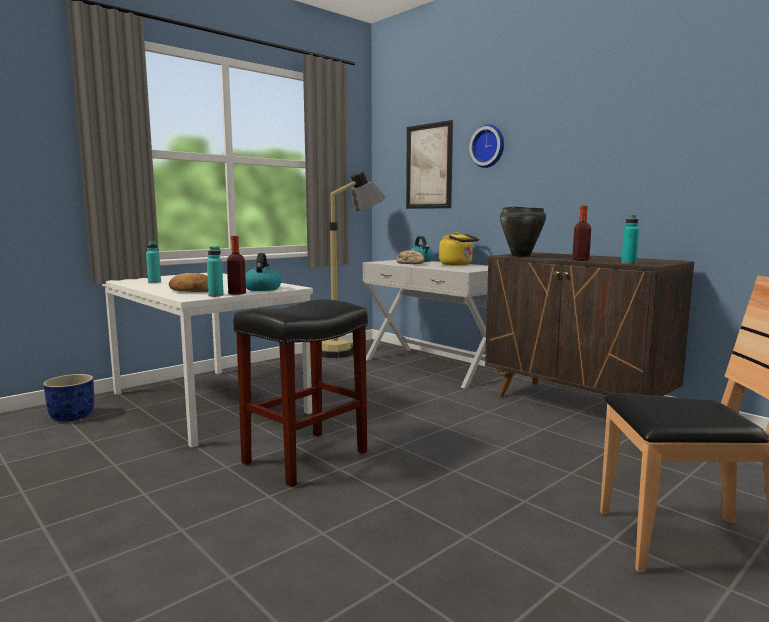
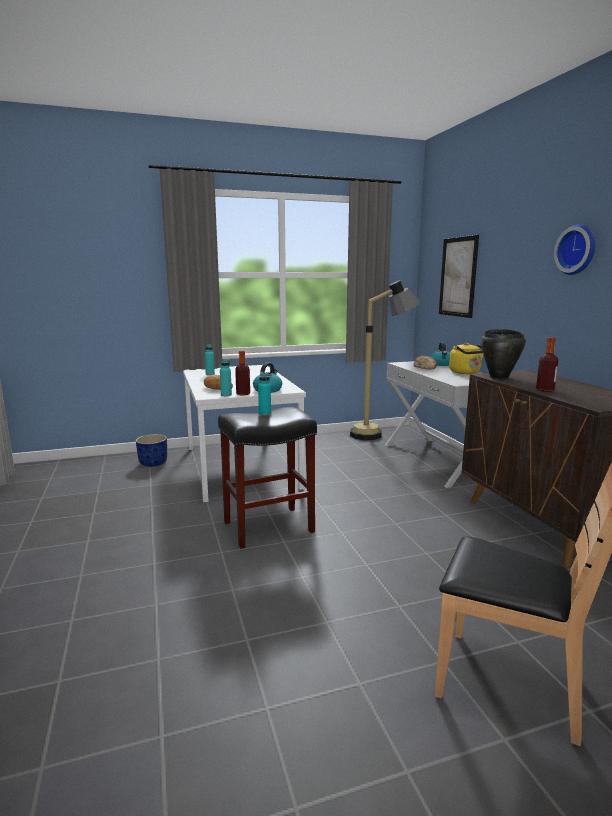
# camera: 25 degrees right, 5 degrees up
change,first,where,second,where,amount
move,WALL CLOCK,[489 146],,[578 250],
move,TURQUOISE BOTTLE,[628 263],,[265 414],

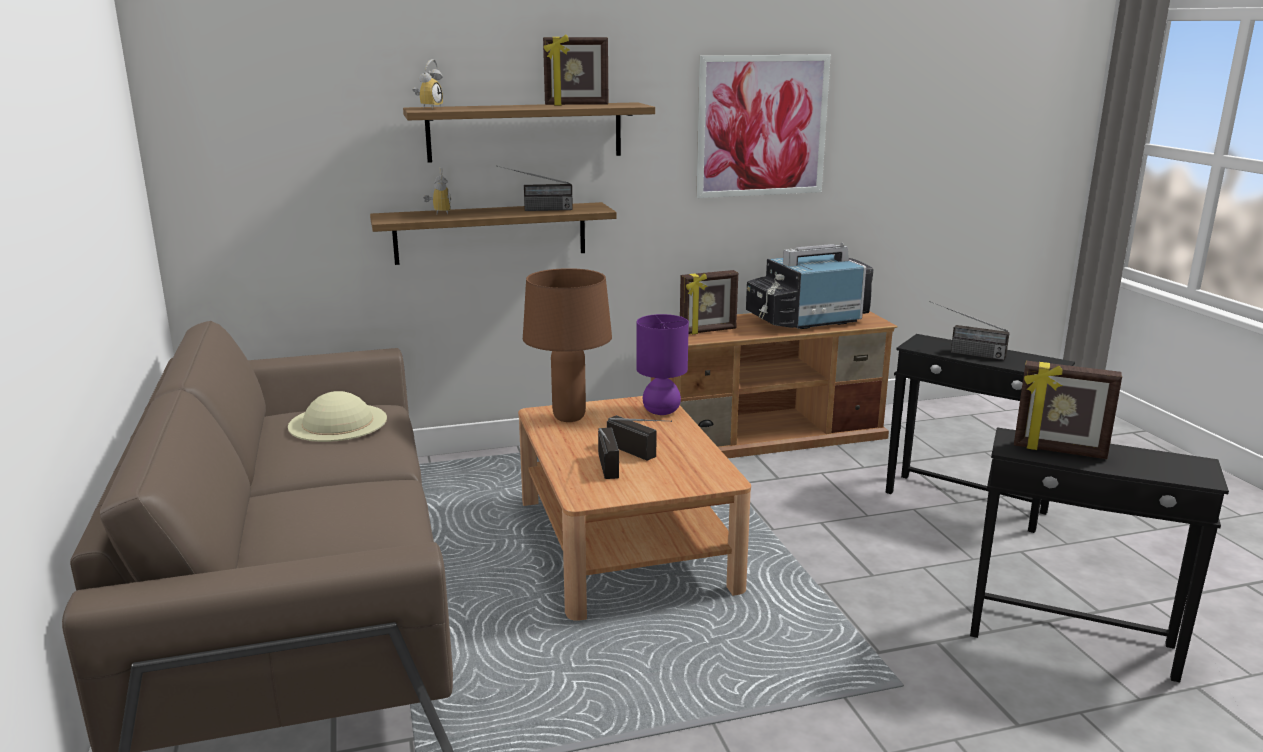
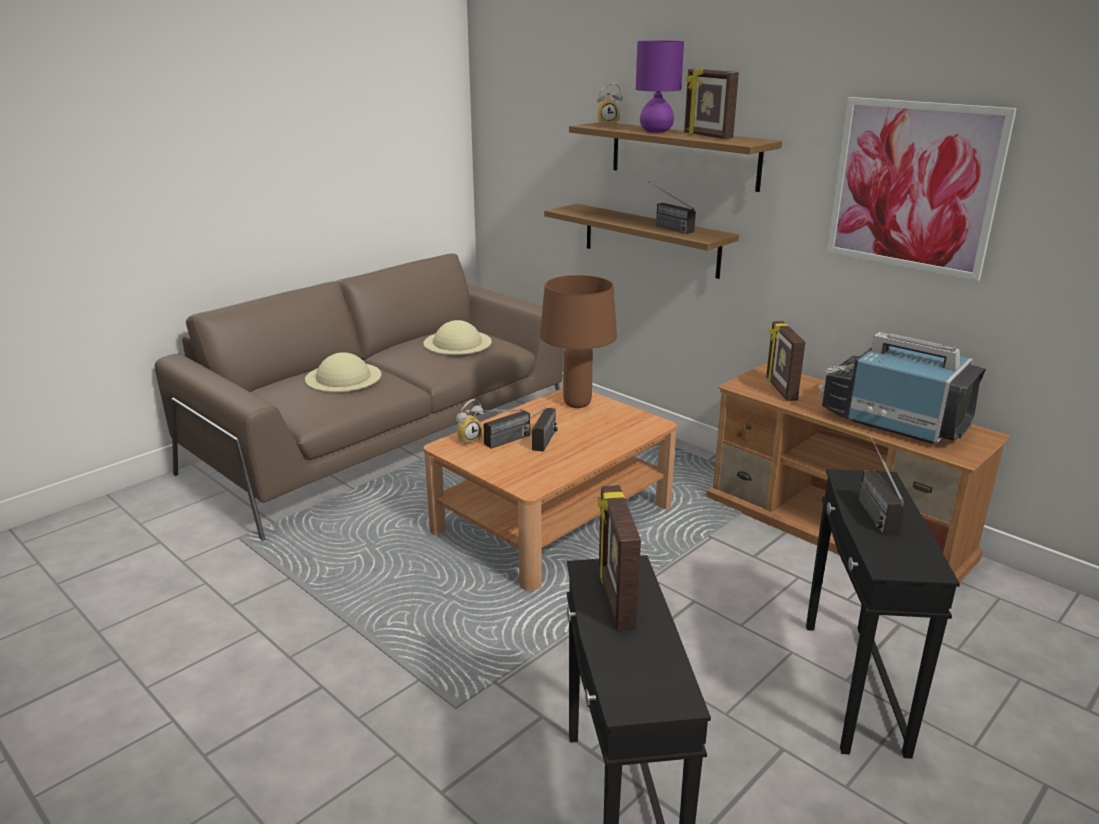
# camera: 60 degrees right, 5 degrees up
change,first,where,second,where,amount
move,ALARM CLOCK,[438 213],,[468 439],
move,PURPLE TABLE LAMP,[662 411],,[656 131],
rotate,PICTURE FRAME,[708 331],,[780 389],45 degrees clockwise
insert,,,BEIGE HAT,[343 377],

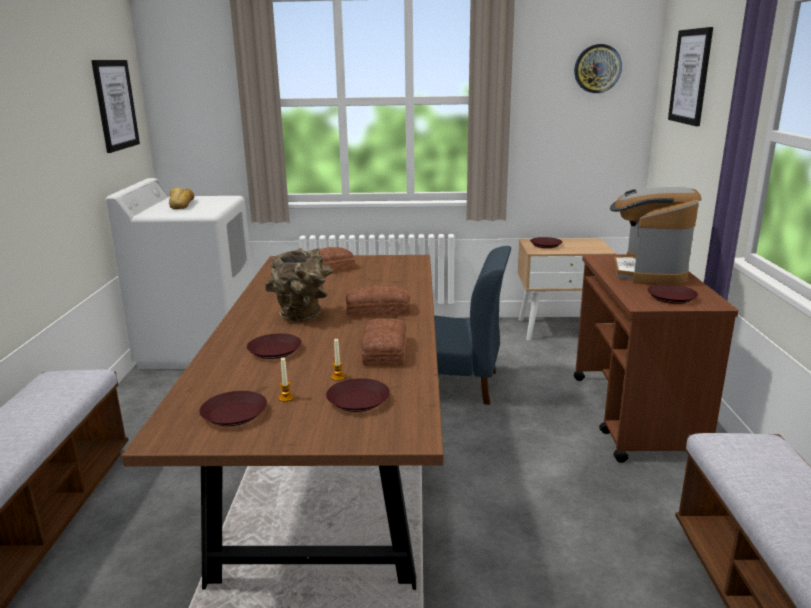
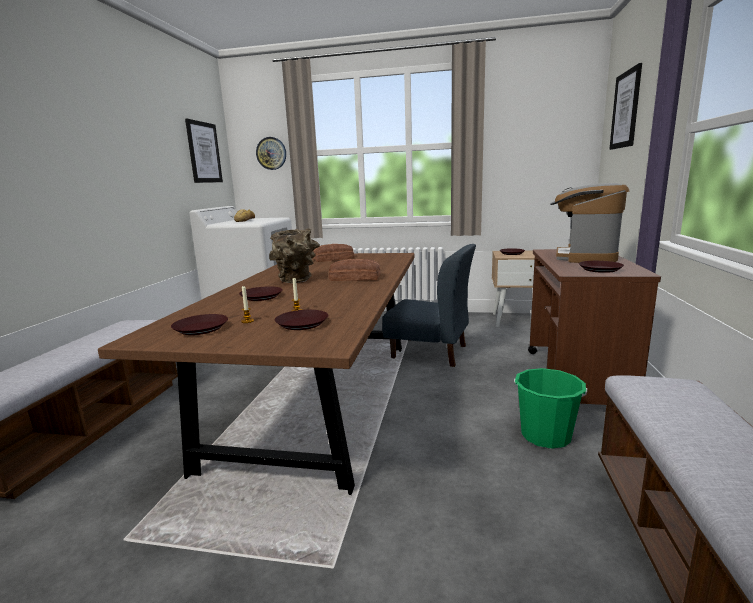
# camera: 10 degrees right, 5 degrees down
change,first,where,second,where,amount
delete,BREAD,[383 351],,,
move,WALL CLOCK,[597 68],,[271 153],
insert,,,GREEN BUCKET,[545 436],

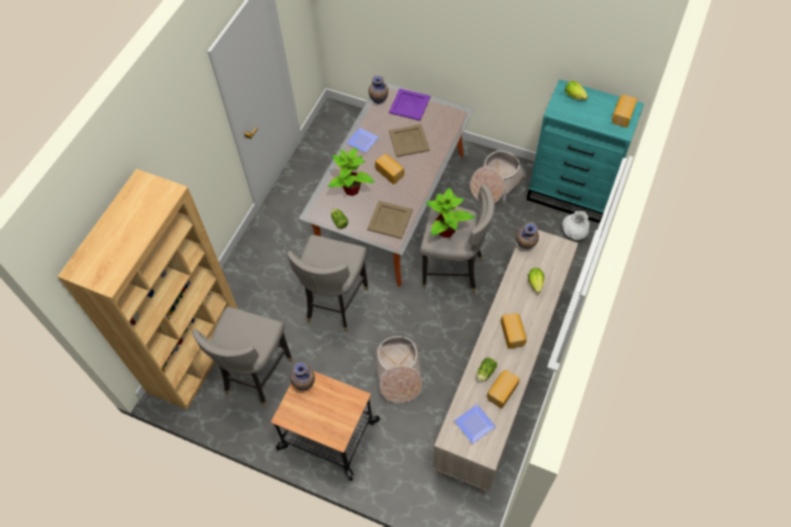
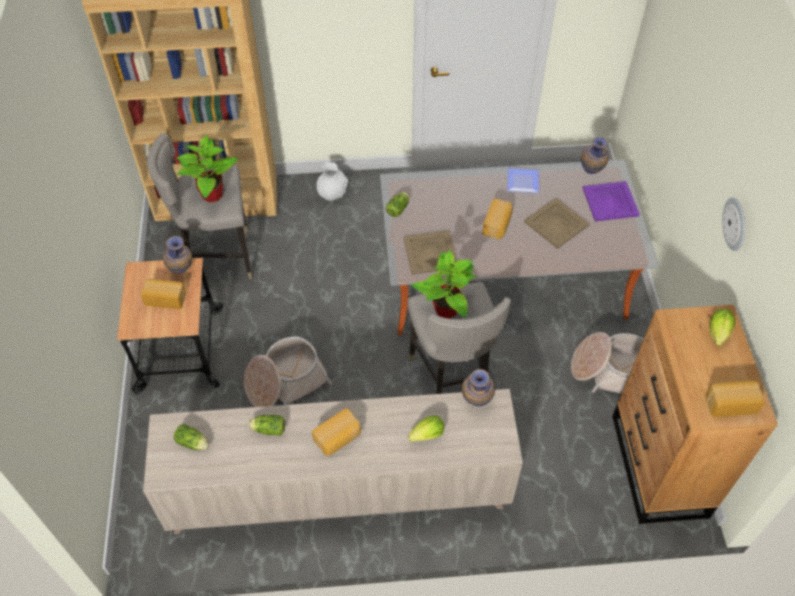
# camera: 60 degrees right, 5 degrees down
change,first,where,second,where,amount
delete,GREY STOOL,[335 304],,,
move,POTTED PLANT,[351 190],,[211 195],
replace,PLATE,[473 424],LETTUCE,[193 443],
move,BREAD,[501 391],,[166 298],
recolor,TURQUOISE DRESSER,[571 195],BROWN DRESSER,[659 466],
move,WHITE VASE,[574 233],,[332 193],
insert,,,WALL CLOCK,[735 224],

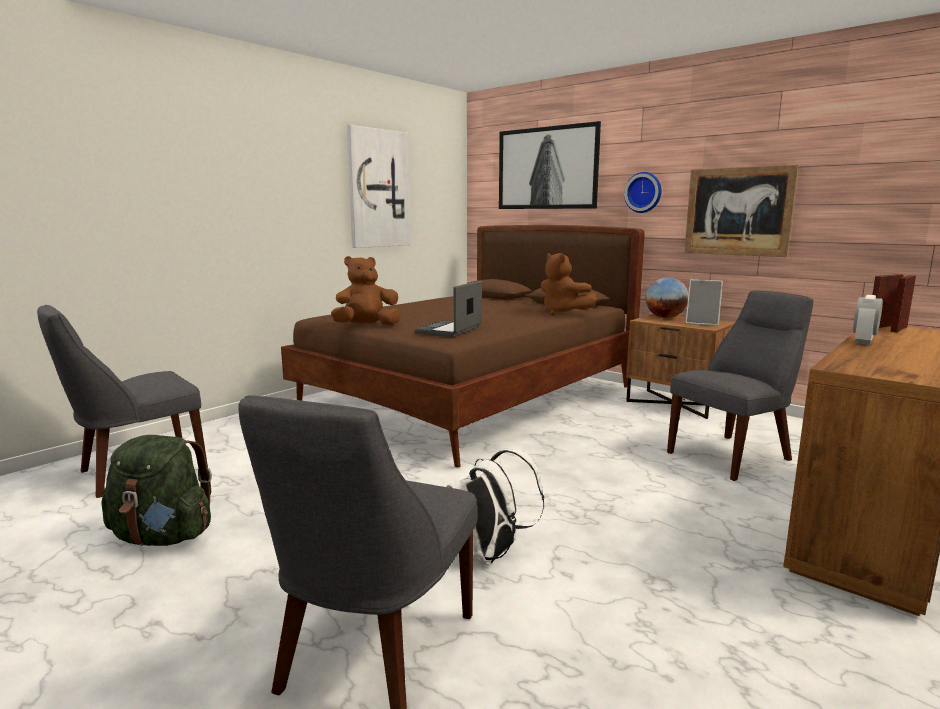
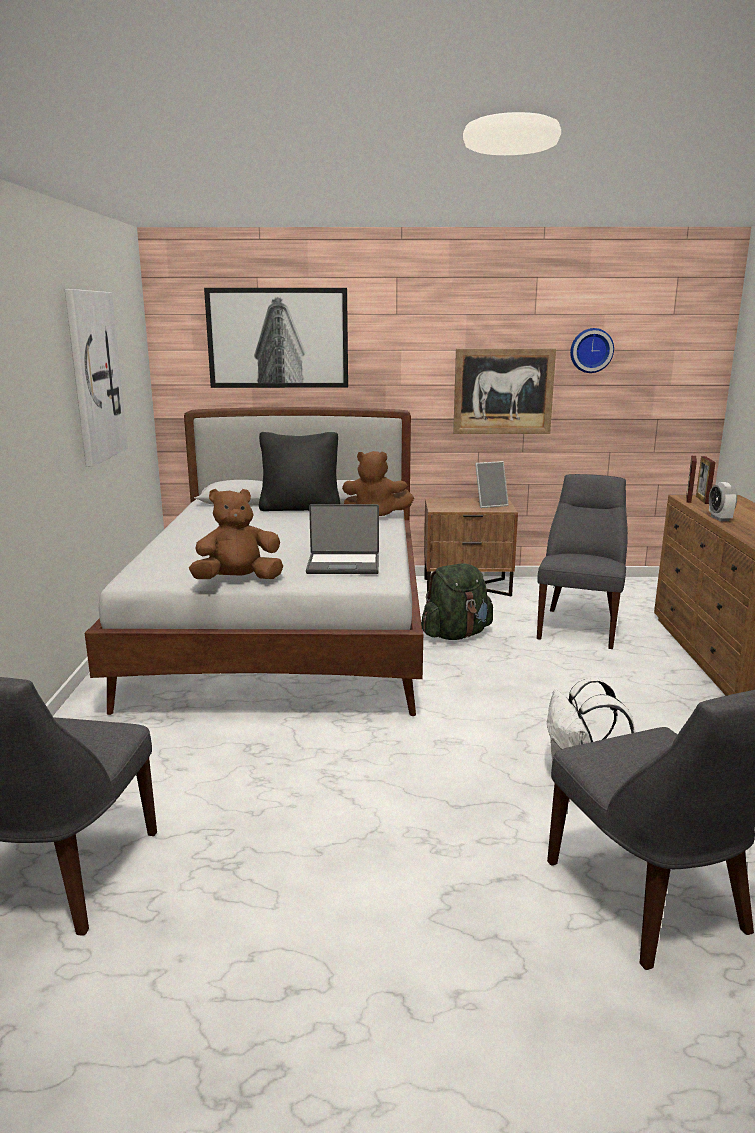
# camera: 40 degrees left, 5 degrees up
change,first,where,second,where,amount
move,GREEN BACKPACK,[163 537],,[456 635],
recolor,BROWN BED,[473 399],WHITE BED,[287 634],
rotate,BROWN PLUSH TOY,[366 326],,[238 580],45 degrees clockwise
rotate,LAPTOP,[450 330],,[343 565],75 degrees counterclockwise
move,WALL CLOCK,[644 192],,[591 350],
delete,GLOBE,[665 317],,,
insert,,,BLACK PILLOW,[300 508],

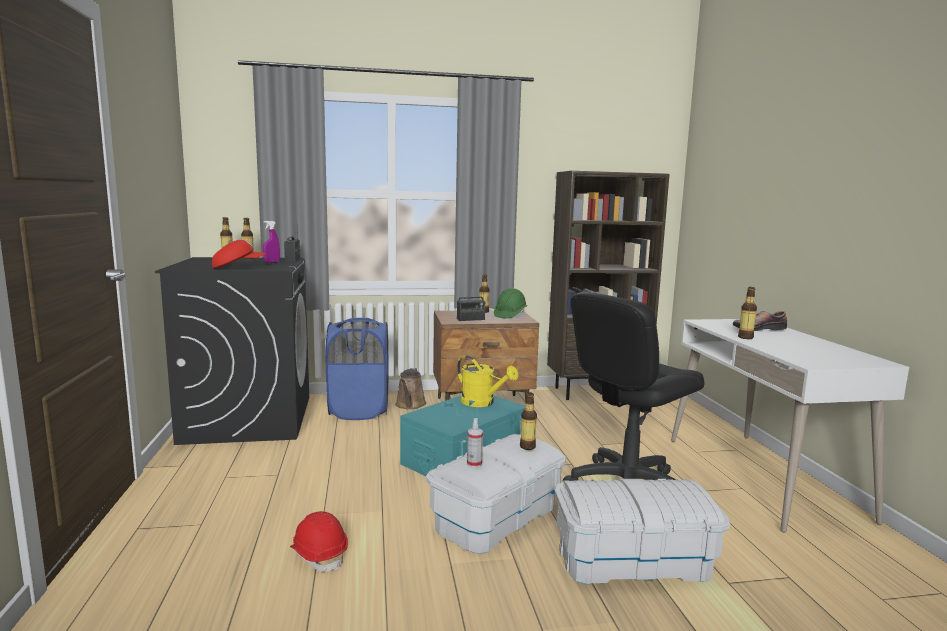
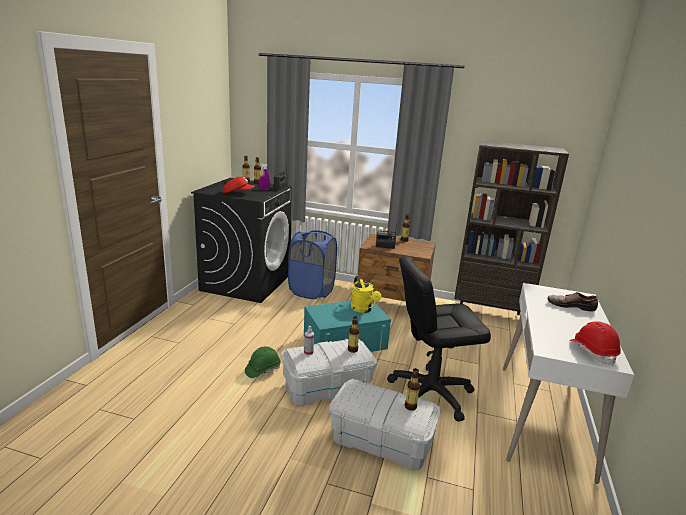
# camera: 25 degrees right, 10 degrees up
change,first,where,second,where,amount
move,RED HARD HAT,[319 554],,[593 351],
delete,BROWN WATERING CAN,[410 405],,,
move,GREEN HARD HAT,[510 315],,[262 369],
move,BOTTLE,[745 337],,[410 406],

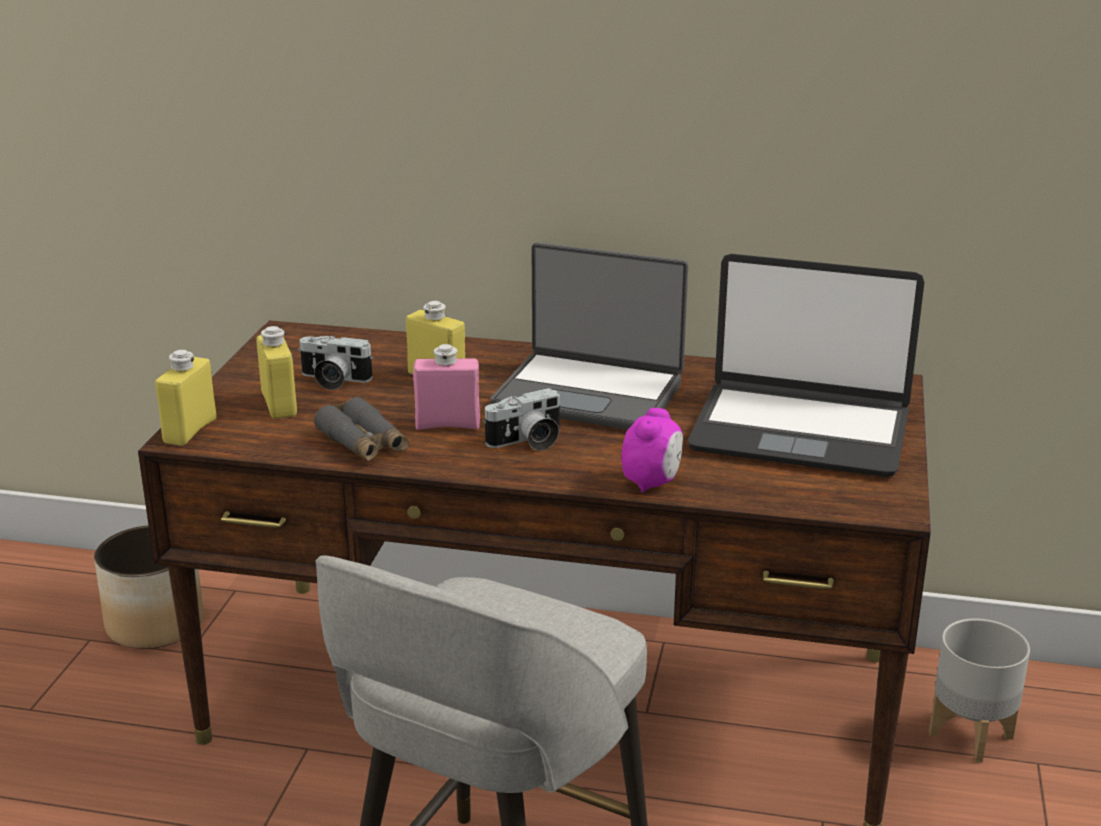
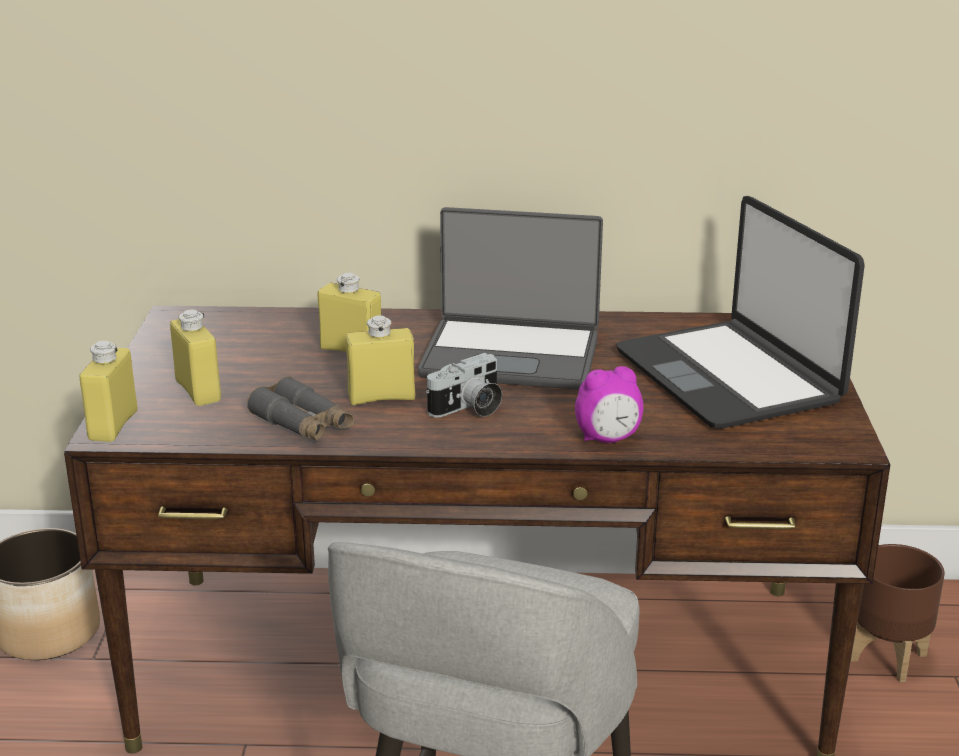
# camera: 10 degrees left, 0 degrees up
change,first,where,second,where,amount
delete,PHOTO CAMERA,[333 380],,,
recolor,PINK BOTTLE,[448 425],YELLOW BOTTLE,[381 398],
rotate,ALARM CLOCK,[652 483],,[608 439],60 degrees clockwise
rotate,LAPTOP,[800 431],,[729 376],60 degrees clockwise
recolor,GREY PLANTER,[971 735],BROWN PLANTER,[888 656],

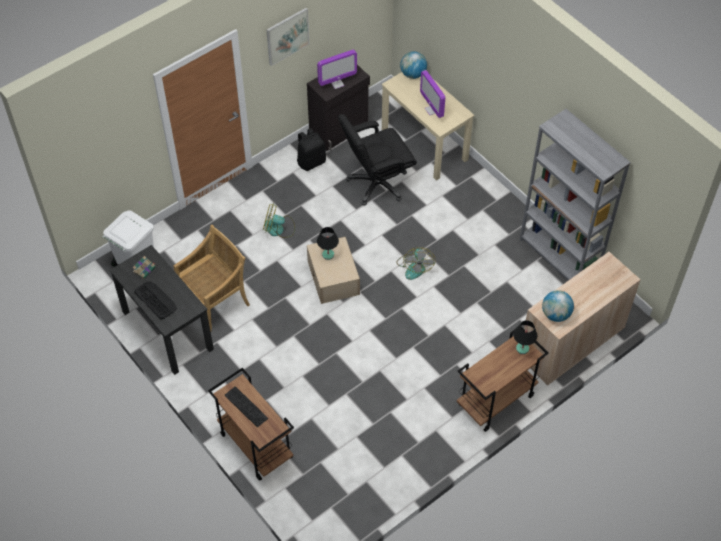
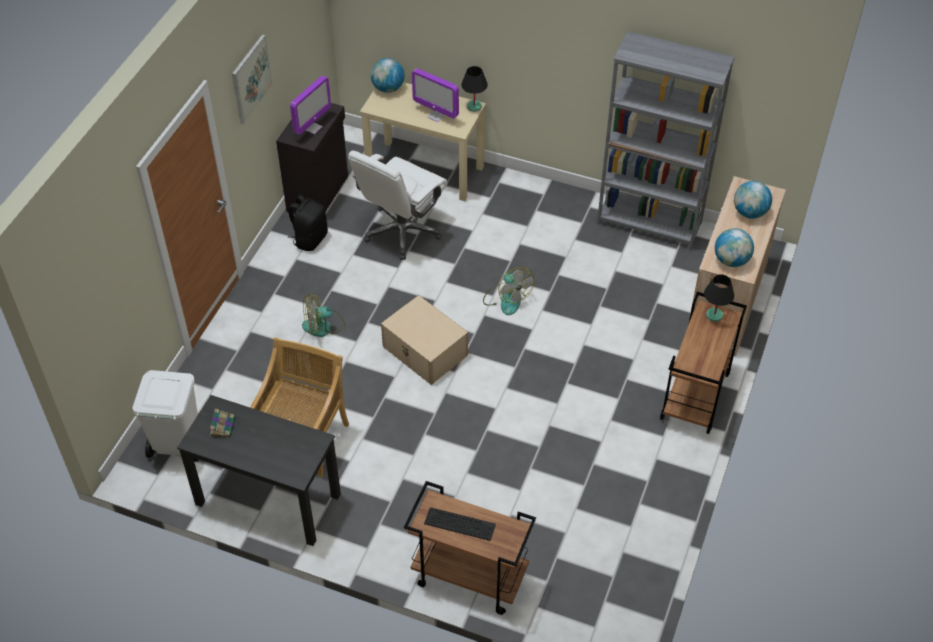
# camera: 30 degrees left, 5 degrees down
change,first,where,second,where,amount
delete,KEYBOARD,[155 300],,,
move,BLACK TABLE LAMP,[328 255],,[474 107],
recolor,BLACK OFFICE CHAIR,[377 184],WHITE OFFICE CHAIR,[402 231],
insert,,,GLOBE,[749 213],

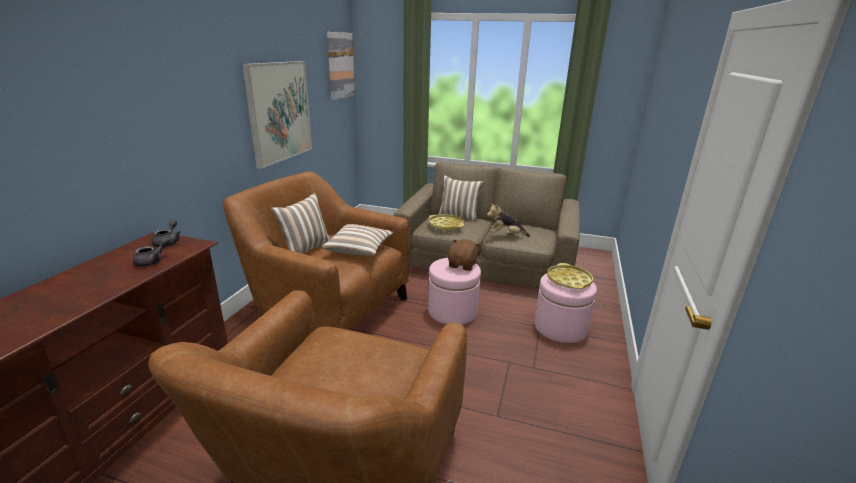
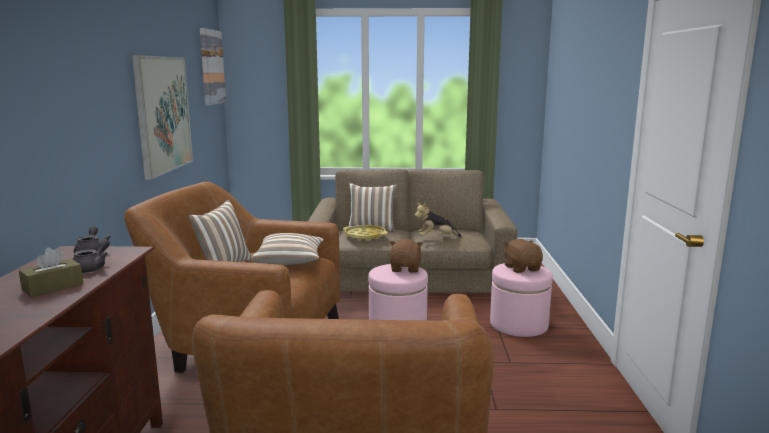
# camera: 15 degrees left, 10 degrees down
change,first,where,second,where,amount
replace,YELLOW TRAY,[568 280],BROWN PLUSH TOY,[522 268],
insert,,,BROWN TISSUE BOX,[53 287],

